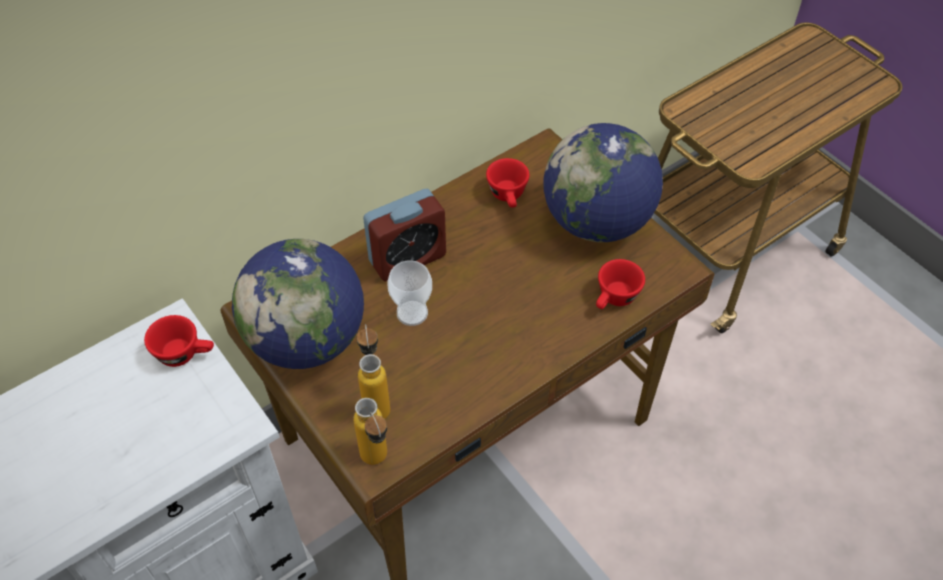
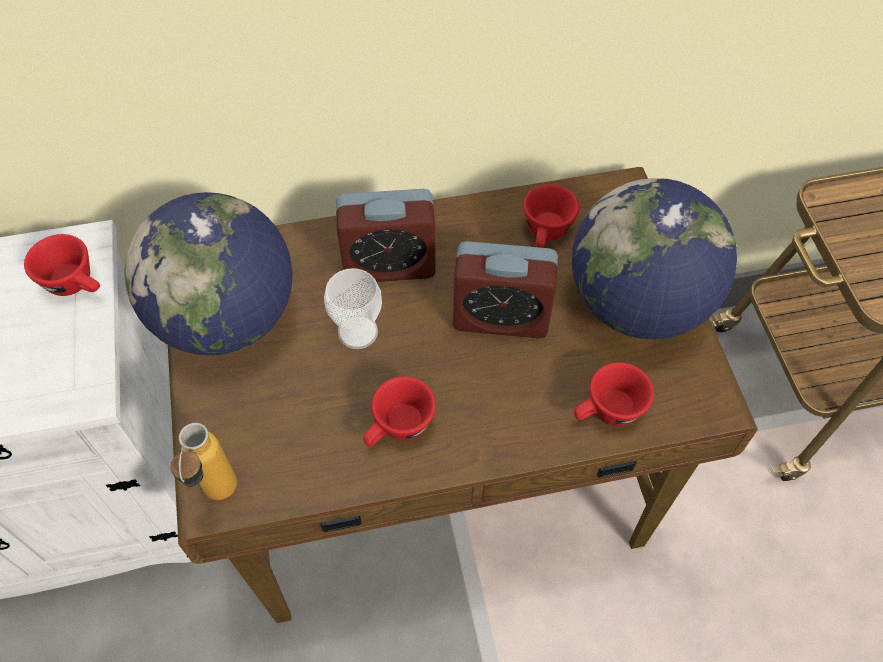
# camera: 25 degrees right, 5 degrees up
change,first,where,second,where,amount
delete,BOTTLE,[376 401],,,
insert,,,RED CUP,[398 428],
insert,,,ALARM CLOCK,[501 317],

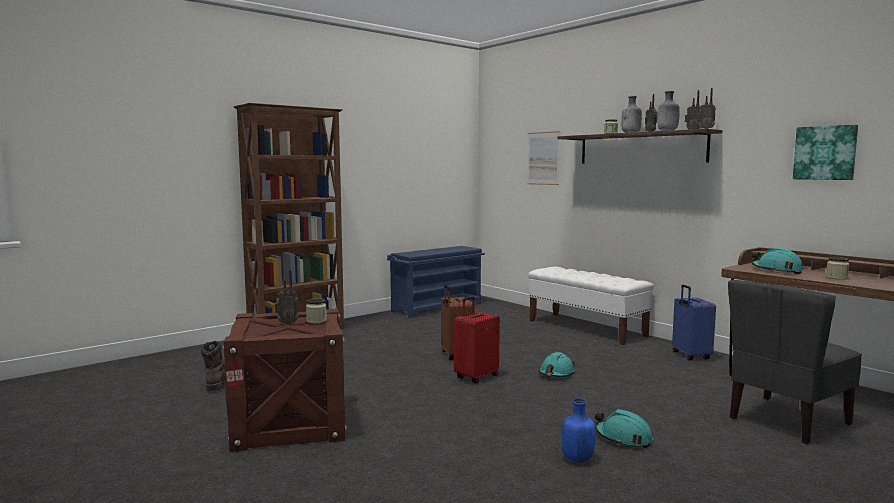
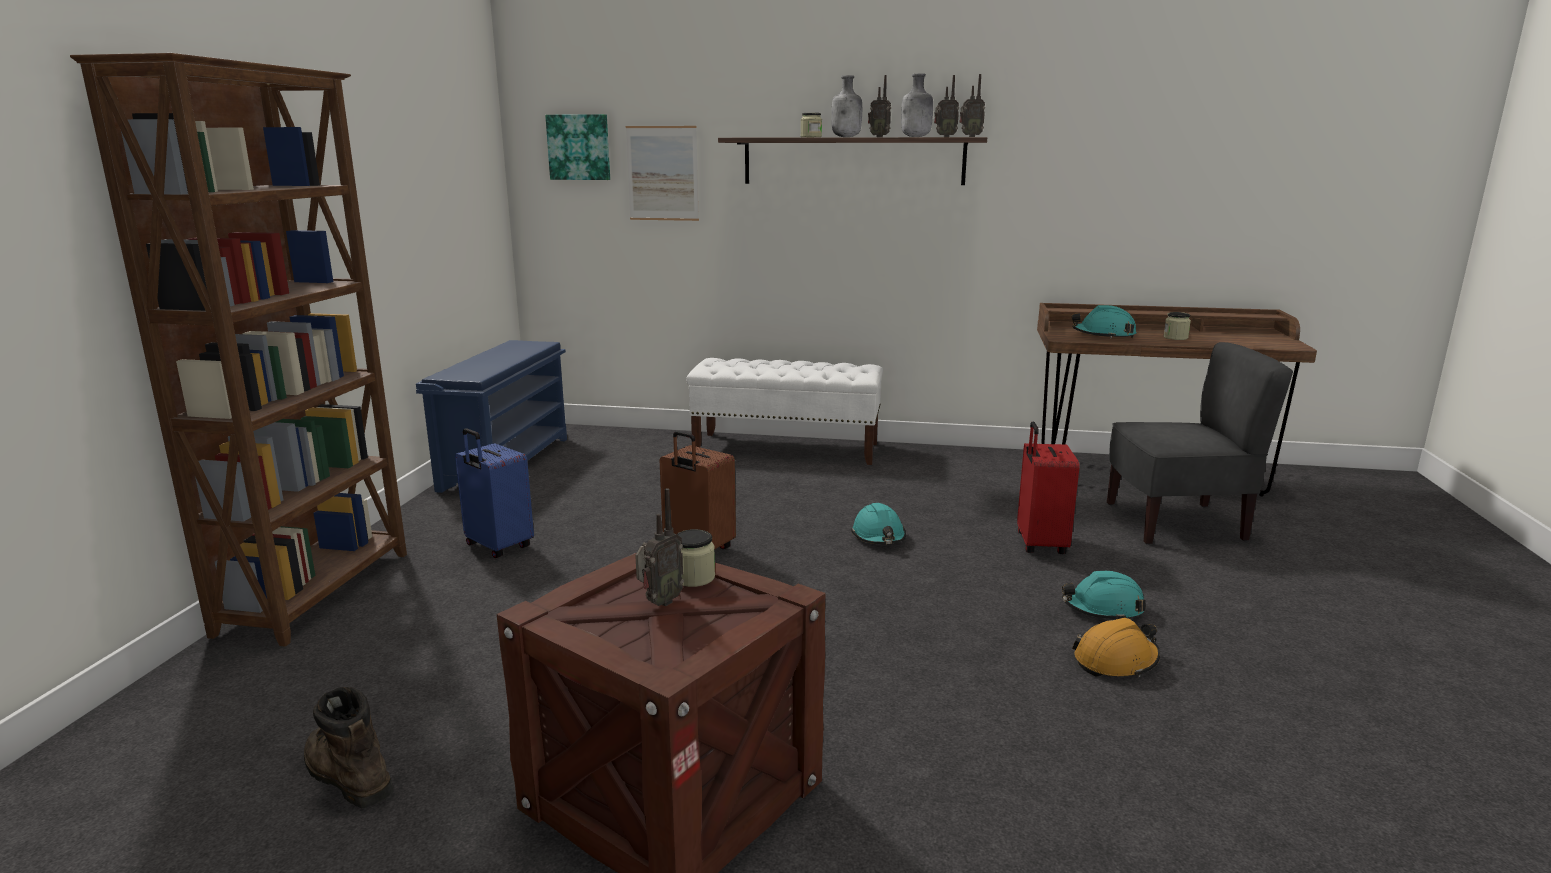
# camera: 40 degrees left, 10 degrees up
change,first,where,second,where,amount
move,RED SUITCASE,[476 377],,[1039 544],
replace,BLUE BOTTLE,[577 459],ORANGE HARD HAT,[1116 661],
move,BLUE SUITCASE,[690 356],,[497 547],
rotate,GREY CHAIR,[787 421],,[1176 523],105 degrees counterclockwise
move,PICTURE,[825 153],,[579 147],

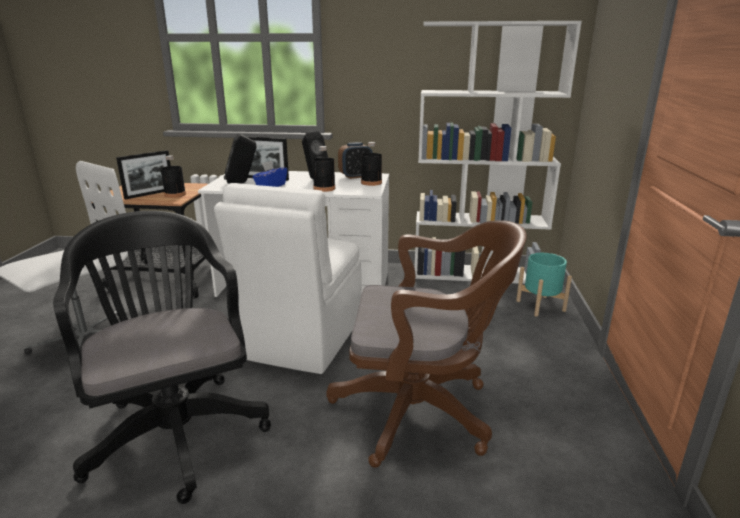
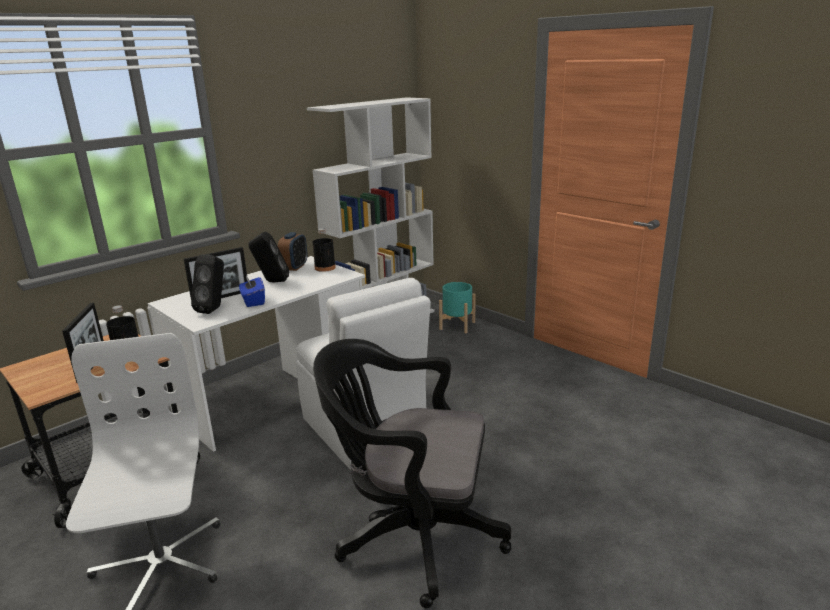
# camera: 50 degrees left, 0 degrees up
change,first,where,second,where,amount
delete,BLACK BOTTLE,[324 188],,,
delete,BROWN OFFICE CHAIR,[421 411],,,

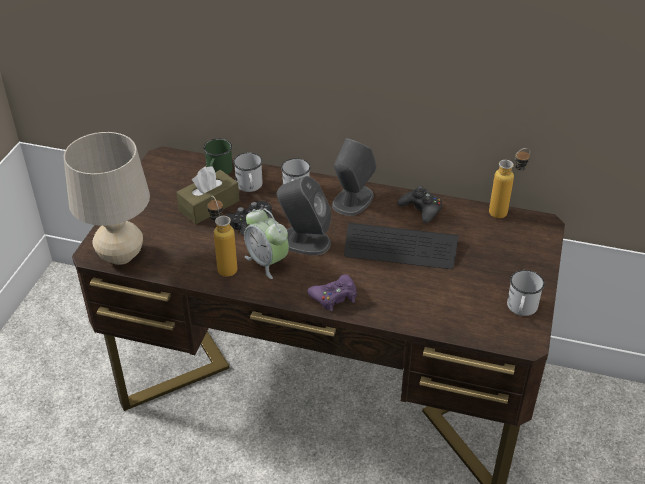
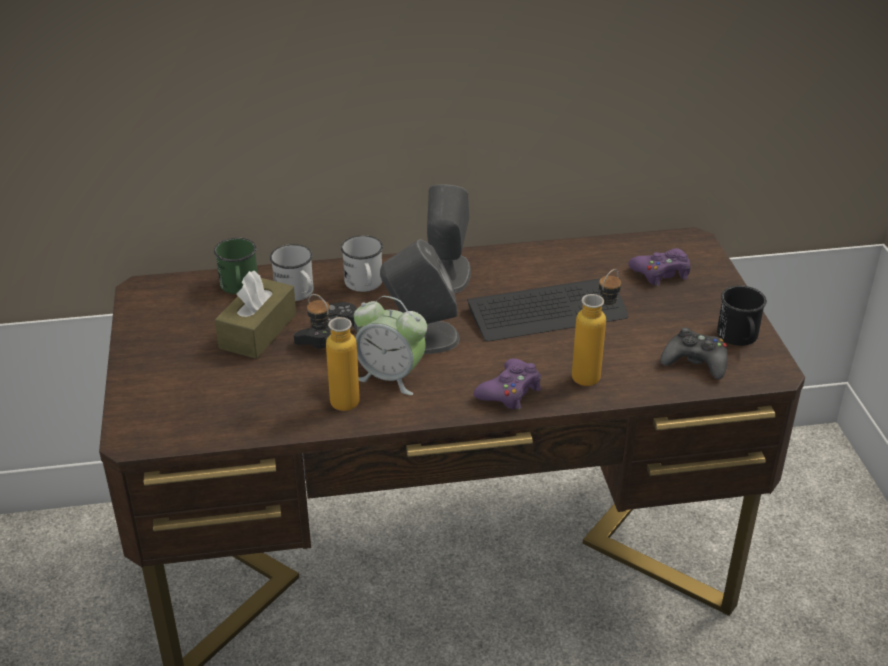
# camera: 25 degrees left, 5 degrees down
change,first,where,second,where,amount
delete,BEIGE TABLE LAMP,[121 256],,,
move,BLACK GAME CONTROLLER,[421 209],,[695 362],
move,BOTTLE,[504 211],,[593 373],
recolor,WHITE MUG,[521 309],BLACK MUG,[739 338],
insert,,,PURPLE GAME CONTROLLER,[661 273],

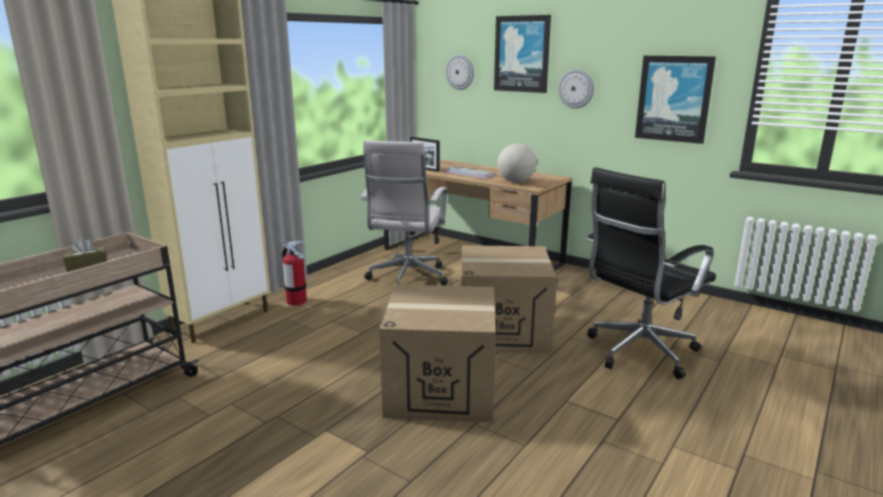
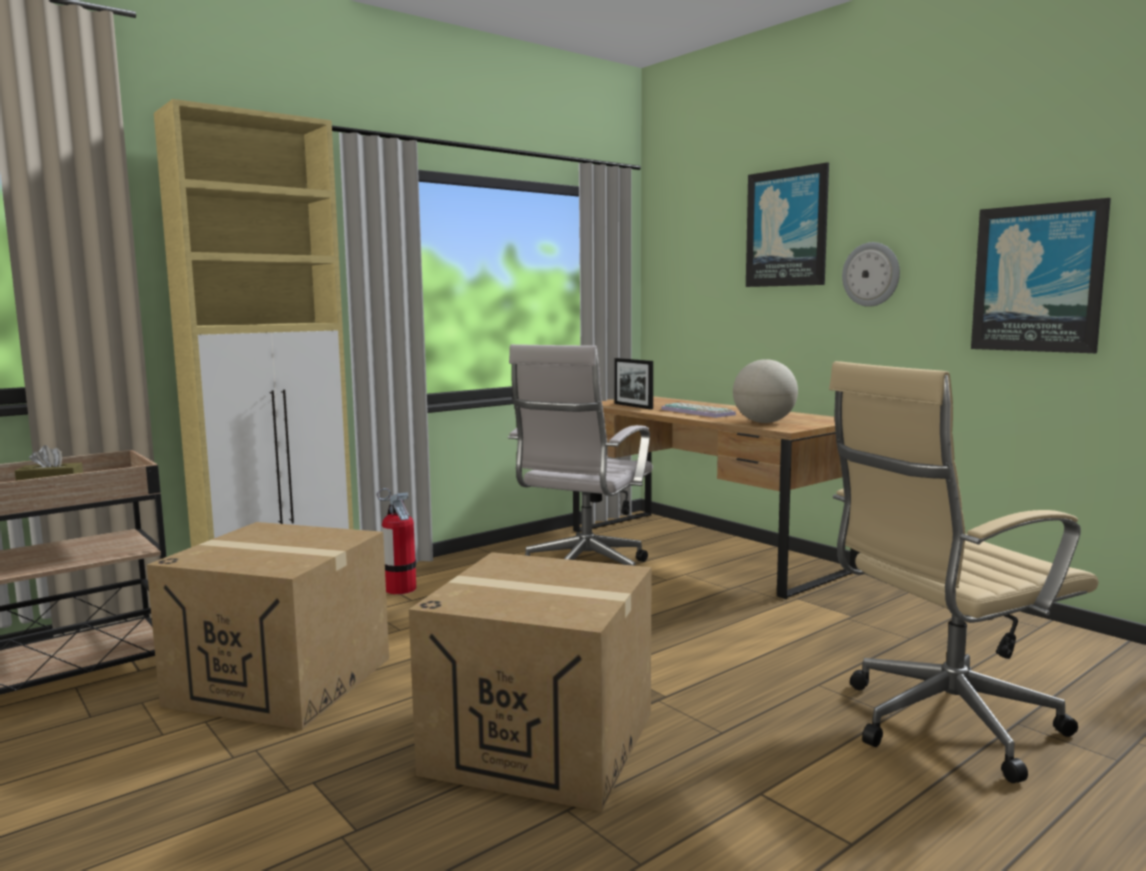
# camera: 15 degrees right, 10 degrees down
change,first,where,second,where,amount
delete,WALL CLOCK,[460 72],,,
move,CARDBOARD BOX,[503 331],,[282 681],
recolor,BLACK OFFICE CHAIR,[637 353],BEIGE OFFICE CHAIR,[941 725],

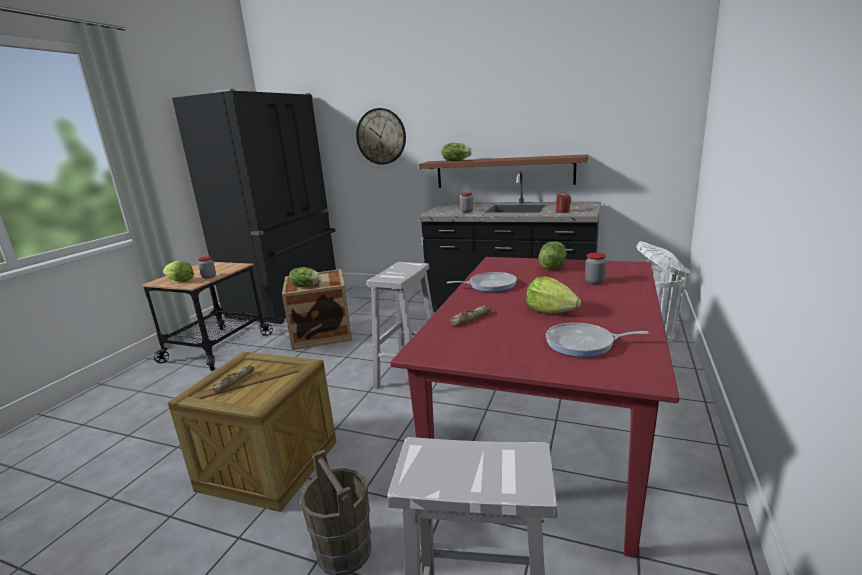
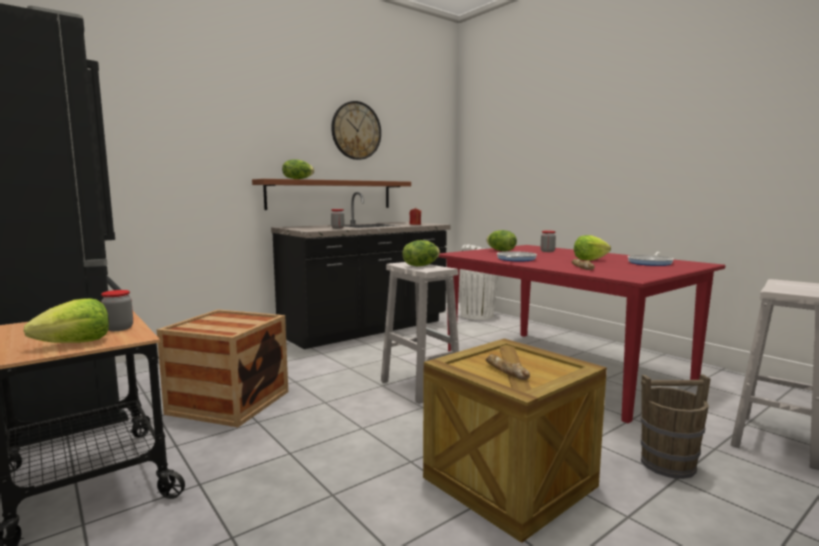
# camera: 60 degrees left, 10 degrees down
change,first,where,second,where,amount
move,LETTUCE,[306 286],,[421 265],
move,WALL CLOCK,[381 136],,[356 130],

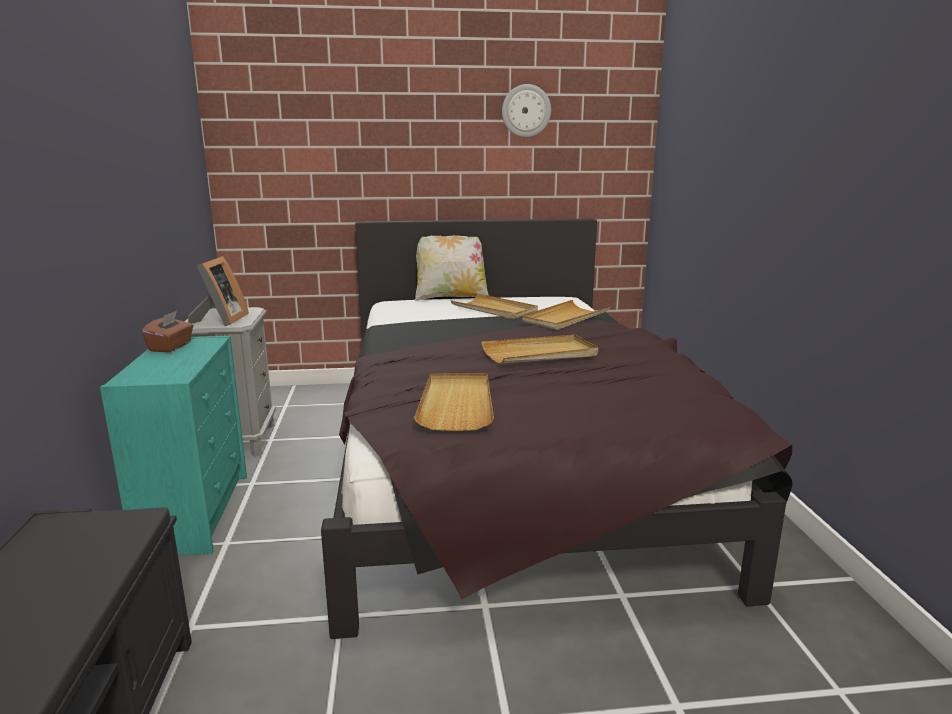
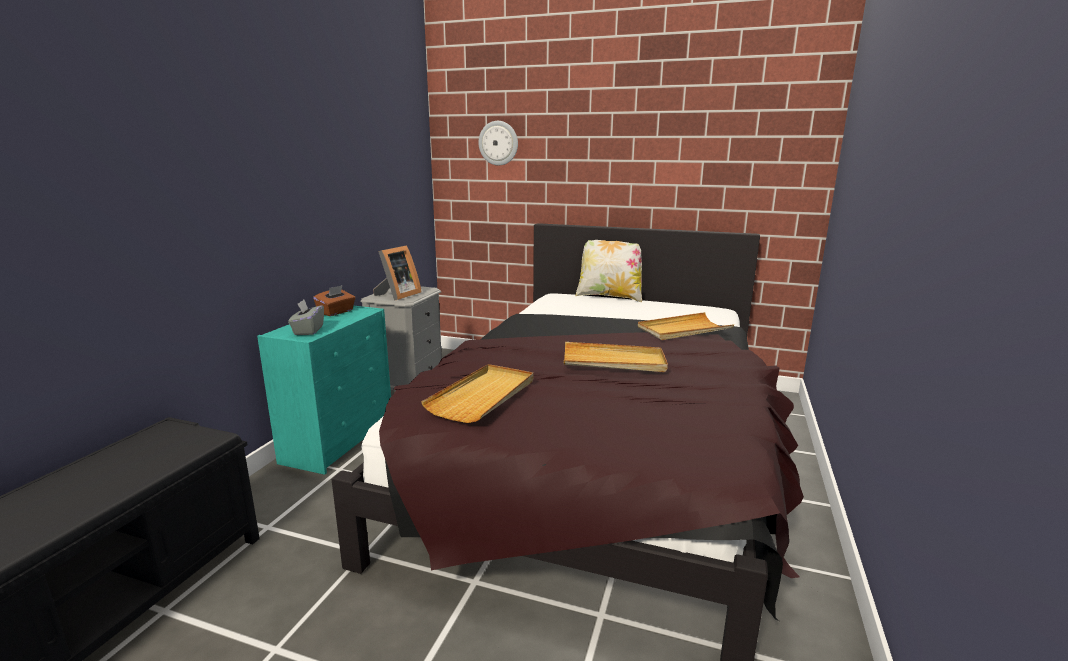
# camera: 25 degrees right, 0 degrees up
change,first,where,second,where,amount
delete,BEIGE TRAY,[494 310],,,
move,WALL CLOCK,[526 111],,[498 143],
insert,,,GREY TISSUE BOX,[308 330],

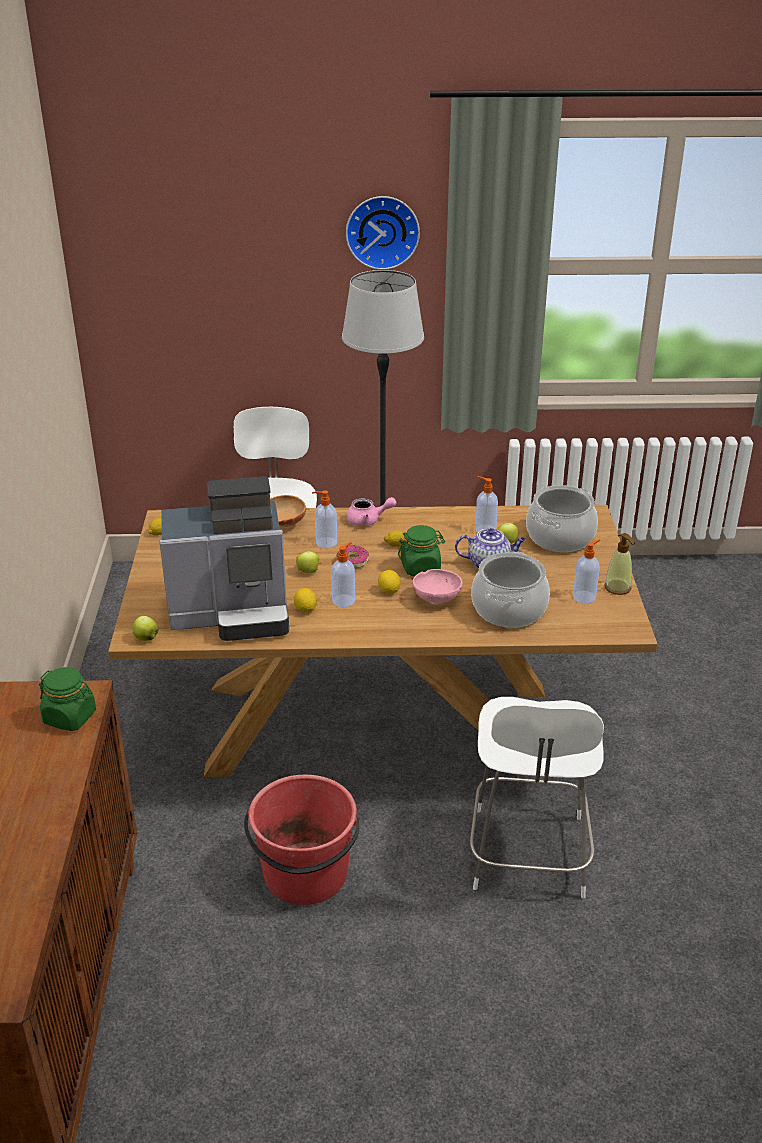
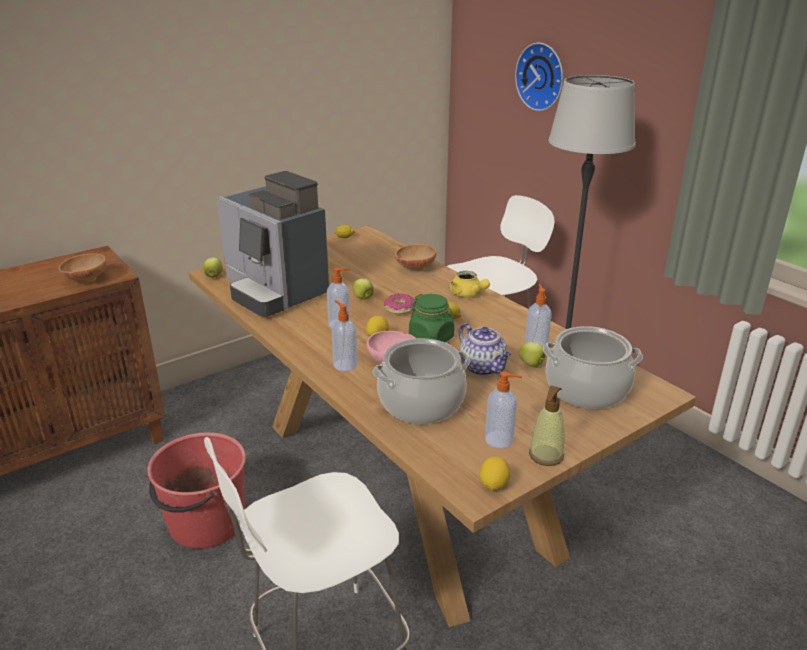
# camera: 55 degrees right, 5 degrees down
change,first,where,second,where,amount
replace,GREEN JAR,[70 717],BROWN BOWL,[85 279],
move,LEMON,[305 609],,[493 485],
move,SOAP DISPENSER,[325 543],,[345 364],
move,WALL CLOCK,[382 231],,[542 76],
recolor,PINK TEAPOT,[368 520],YELLOW TEAPOT,[468 294],

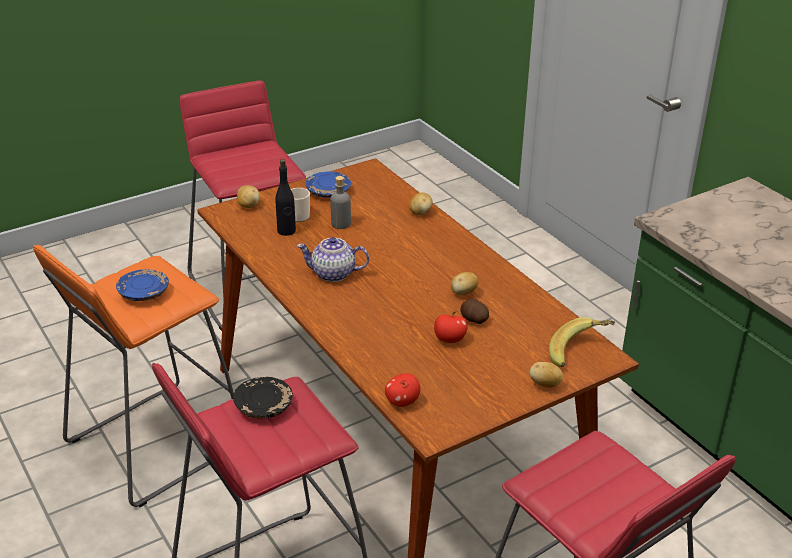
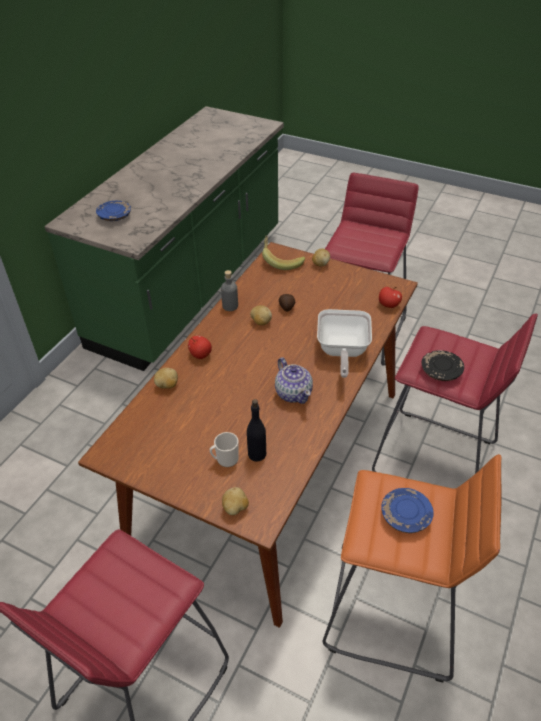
# camera: 120 degrees left, 10 degrees up
change,first,where,second,where,amount
move,BLUE PLATE,[328 192],,[114 216],
move,GREY BOTTLE,[341 224],,[230 306],
move,APPLE,[449 340],,[200 355],
insert,,,FRYING PAN,[342 352],

